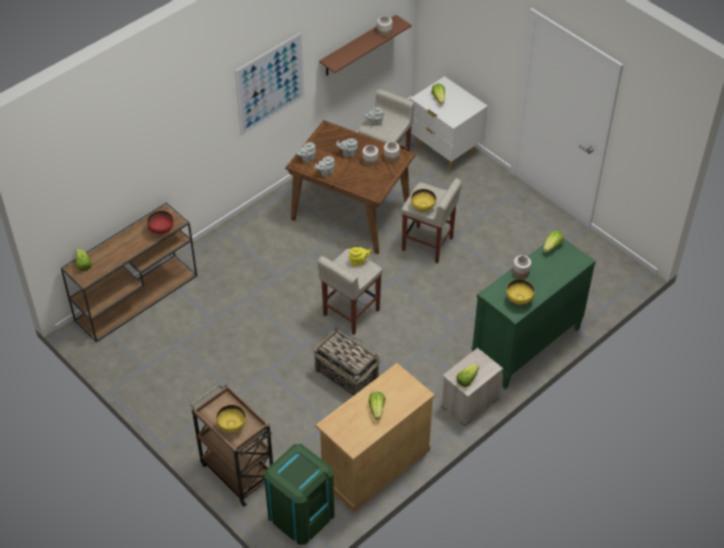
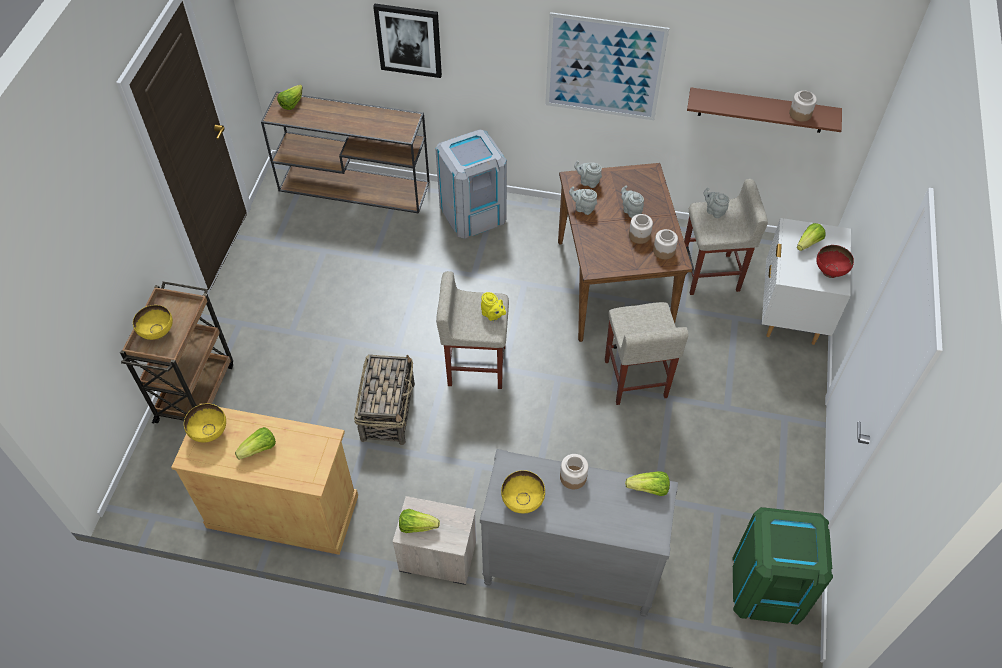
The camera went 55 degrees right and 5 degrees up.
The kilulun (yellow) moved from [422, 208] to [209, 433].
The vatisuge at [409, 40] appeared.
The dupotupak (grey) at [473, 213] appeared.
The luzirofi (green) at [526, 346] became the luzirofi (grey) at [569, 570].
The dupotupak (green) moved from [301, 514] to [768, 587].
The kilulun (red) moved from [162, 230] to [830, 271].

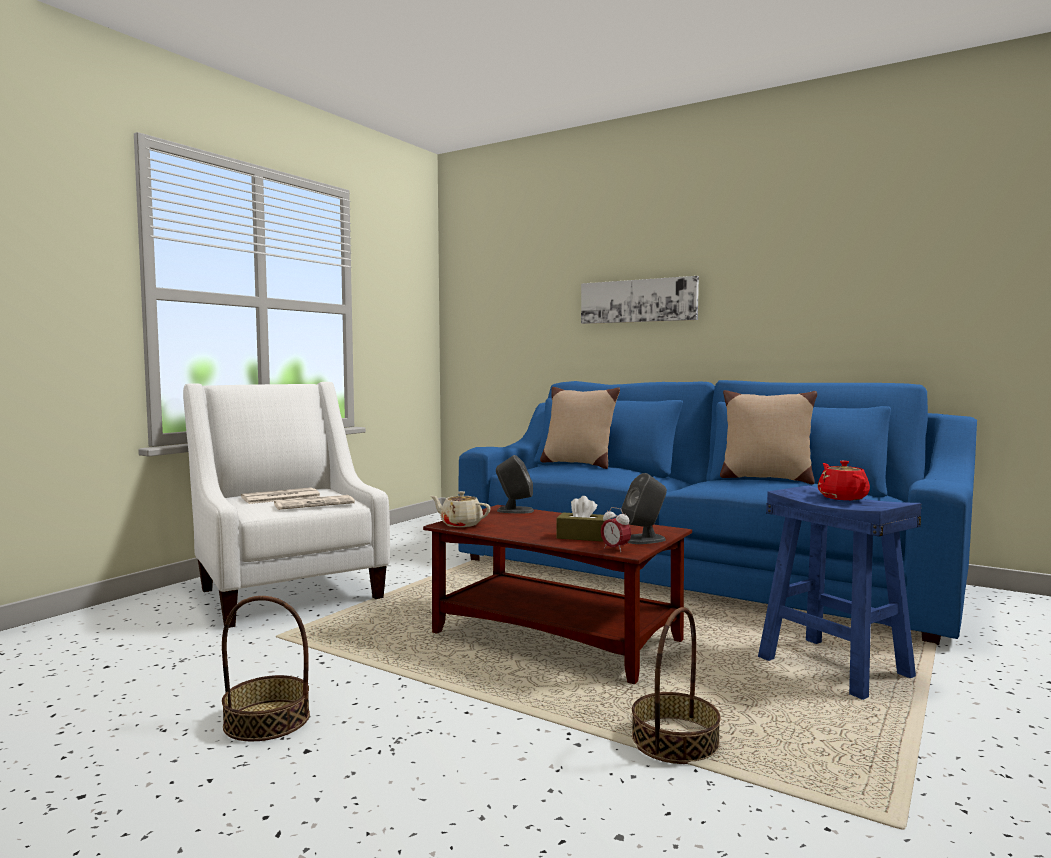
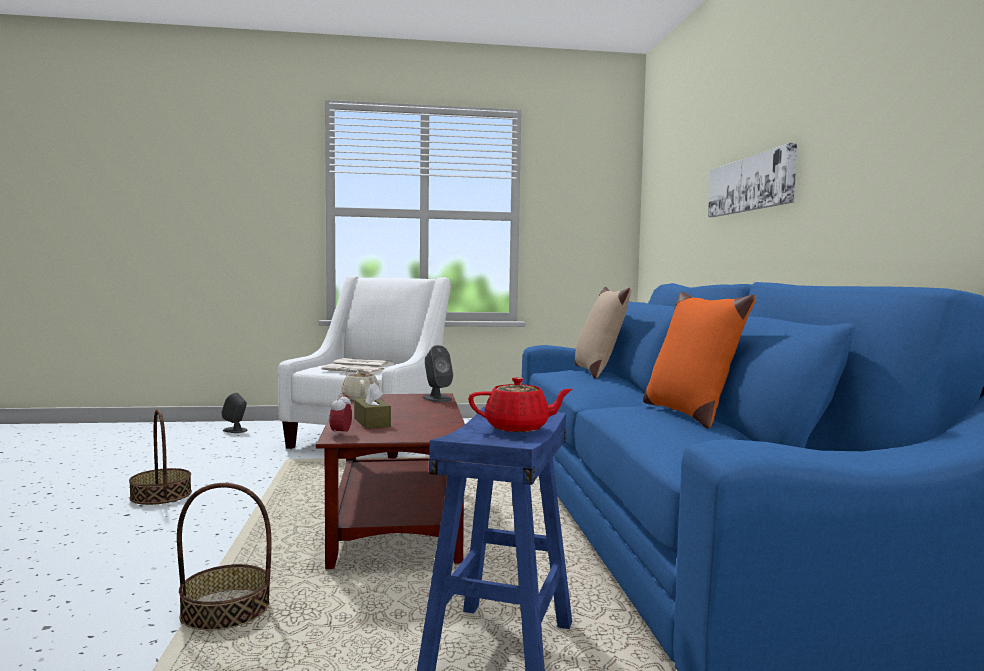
The camera went 50 degrees right and 0 degrees up.
The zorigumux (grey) moved from [644, 539] to [235, 430].
The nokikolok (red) at [842, 497] turned 45 degrees clockwise.
The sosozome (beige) at [765, 479] became the sosozome (orange) at [689, 414].

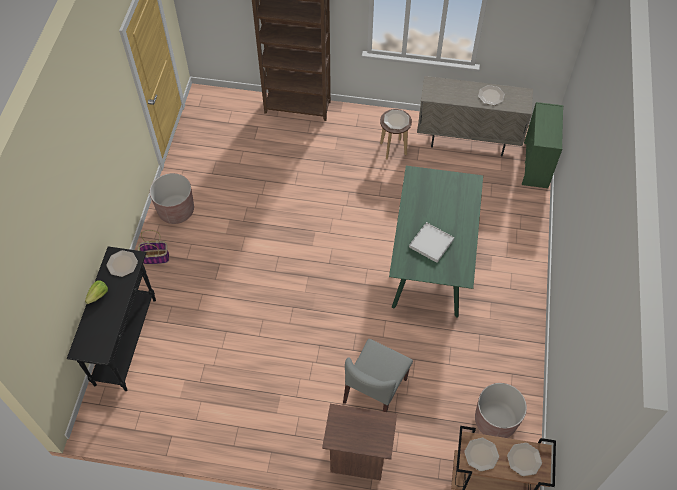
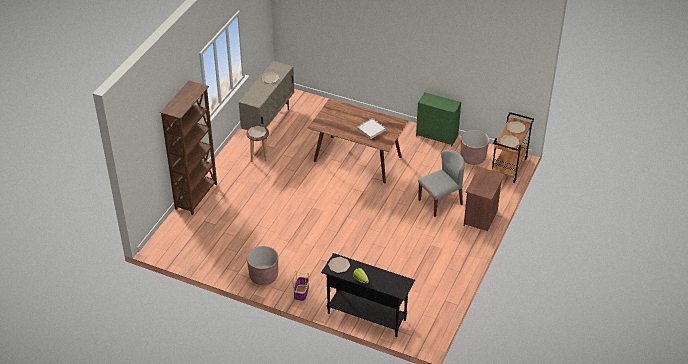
The camera went 75 degrees left and 15 degrees down.
The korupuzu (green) at [431, 262] became the korupuzu (brown) at [358, 159].
The luzirofi (green) moved from [536, 165] to [437, 136].
The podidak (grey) at [375, 391] turned 75 degrees counterclockwise.

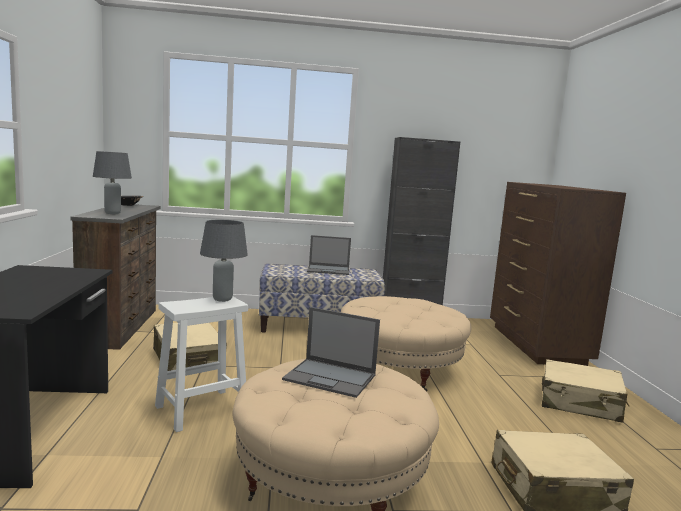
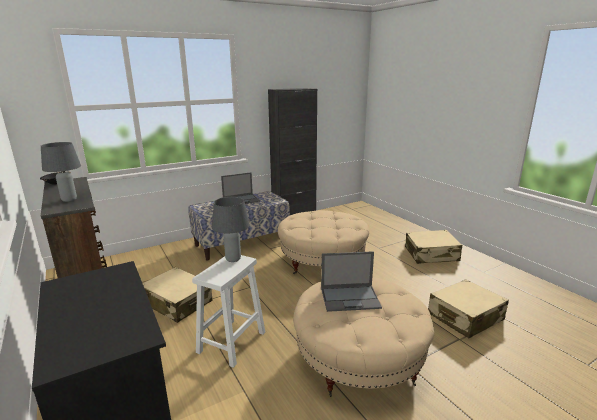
The camera went 25 degrees left and 10 degrees up.
The luzirofi (brown) at [536, 345] disappeared.

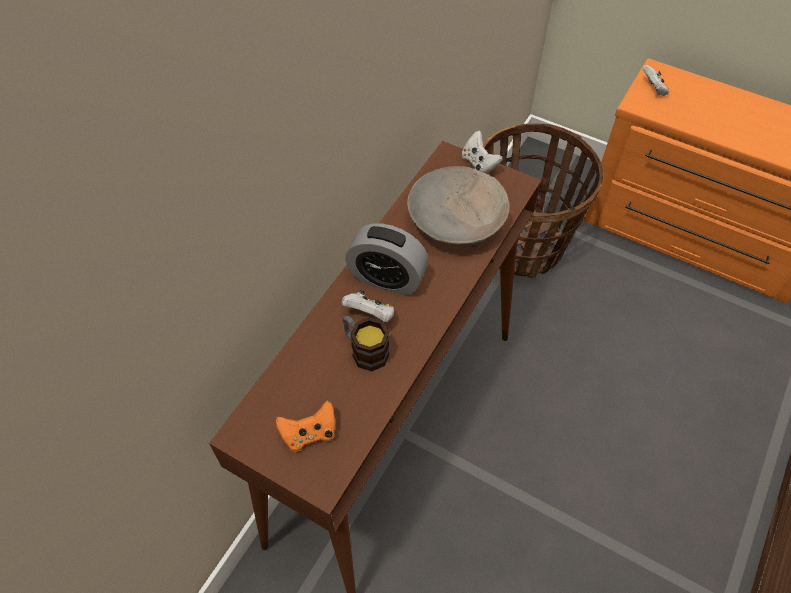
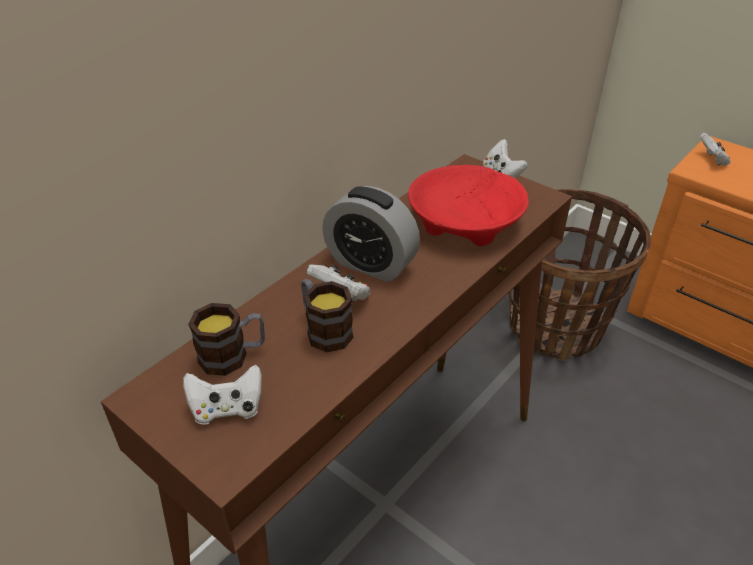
The camera went 10 degrees right and 15 degrees down.
The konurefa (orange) at [309, 434] became the konurefa (white) at [227, 409].
The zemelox at [233, 356] appeared.
The kilulun (beige) at [455, 221] became the kilulun (red) at [464, 221].

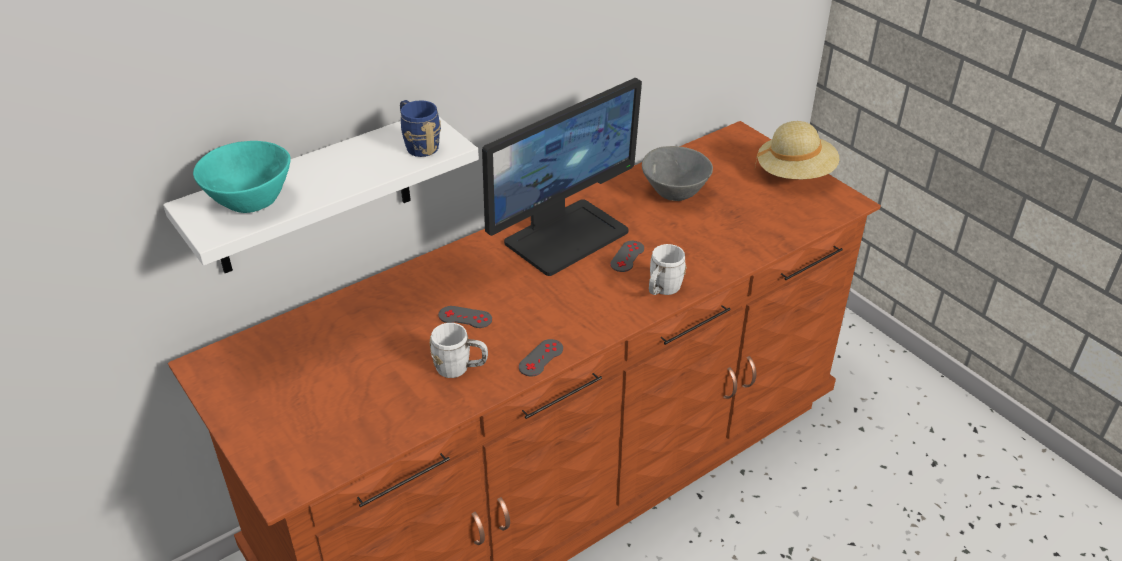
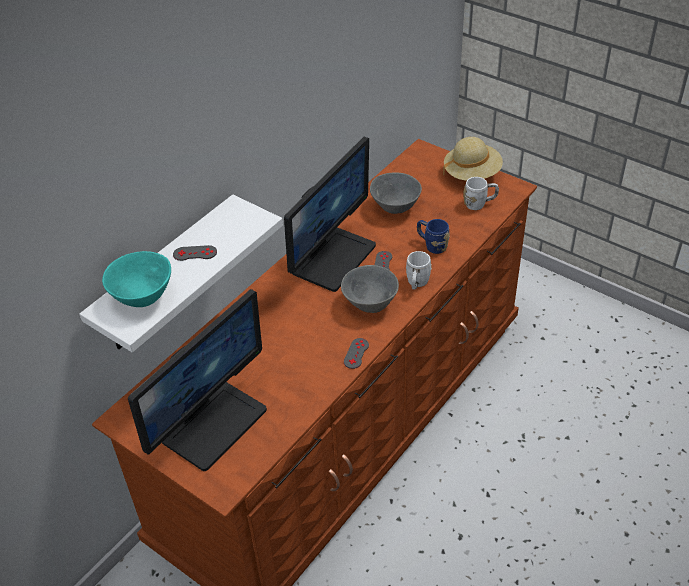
The camera went 15 degrees left and 5 degrees up.
The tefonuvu at [213, 423] appeared.
The konurefa (grey) moved from [465, 317] to [195, 253].
The kilulun (grey) at [370, 302] appeared.
The zemelox (blue) moved from [418, 145] to [432, 245].
The zemelox (white) moved from [460, 368] to [479, 204].

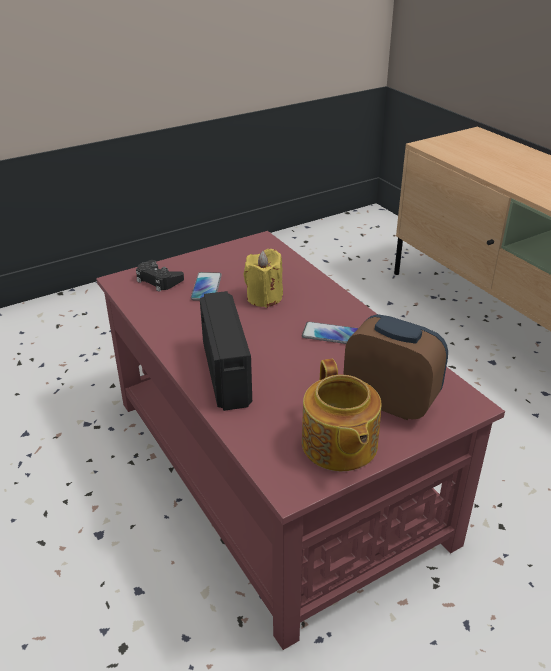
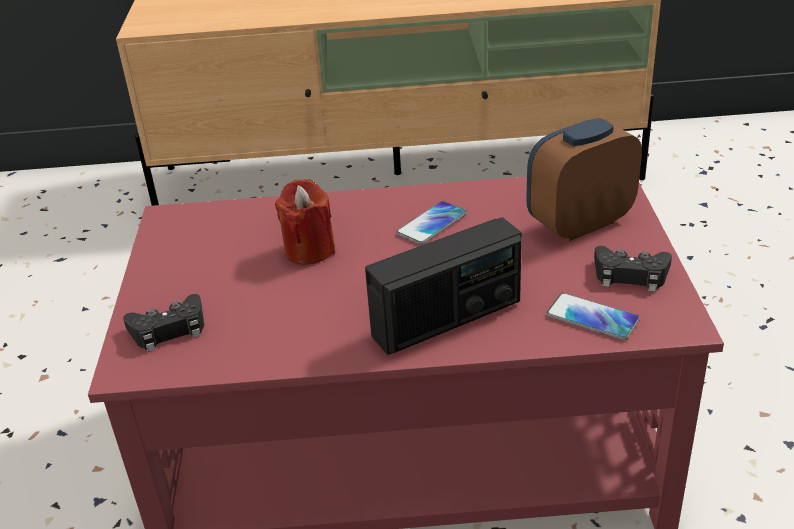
The camera went 60 degrees left and 0 degrees up.
The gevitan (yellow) at [264, 298] became the gevitan (red) at [309, 250].
The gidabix at [227, 372] turned 135 degrees clockwise.
The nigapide moved from [206, 287] to [592, 318].
The nokikolok at [339, 445] was replaced by the konurefa (black) at [630, 275].

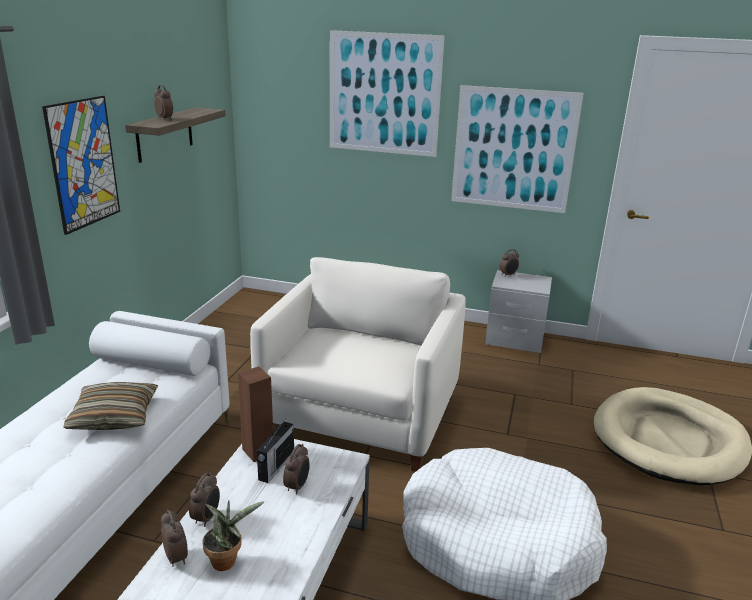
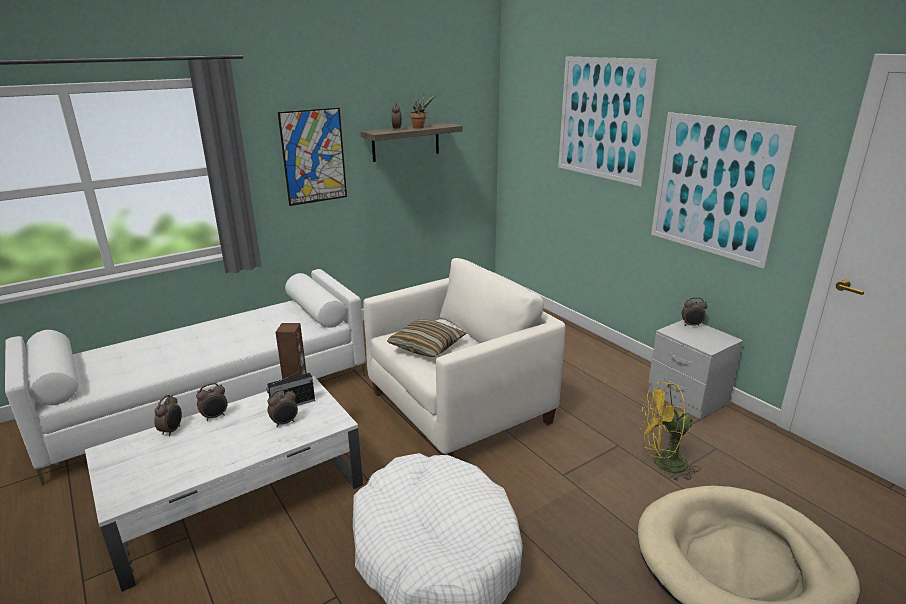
The camera went 40 degrees right and 0 degrees up.
The sosozome moved from [114, 416] to [427, 346].
The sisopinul moved from [227, 560] to [420, 127].
The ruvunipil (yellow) at [662, 463] appeared.

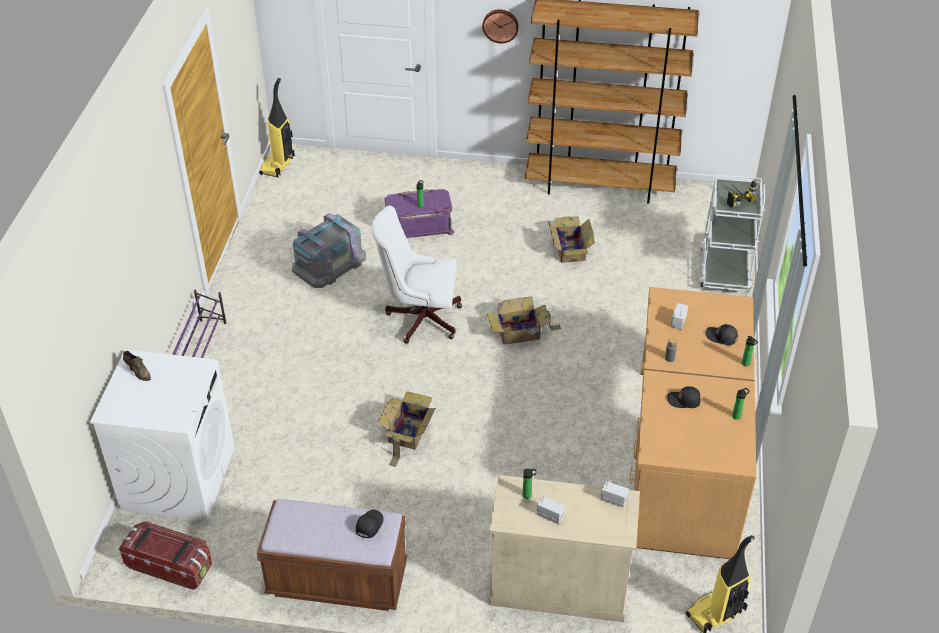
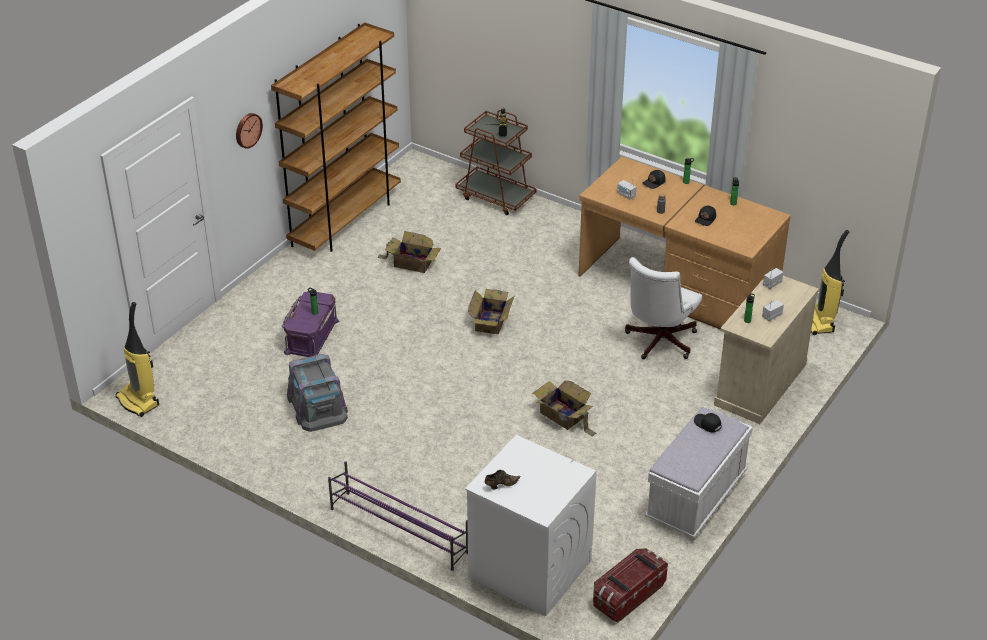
The camera went 65 degrees left and 5 degrees down.
The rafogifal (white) at [724, 269] became the rafogifal (brown) at [496, 197].
The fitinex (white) moved from [419, 317] to [658, 342].
The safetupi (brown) at [337, 580] became the safetupi (white) at [696, 498].

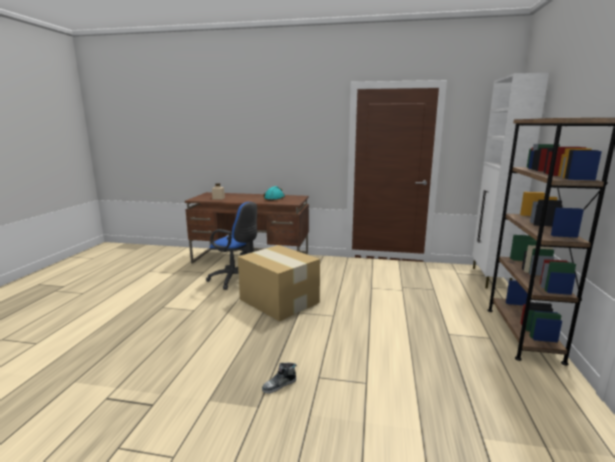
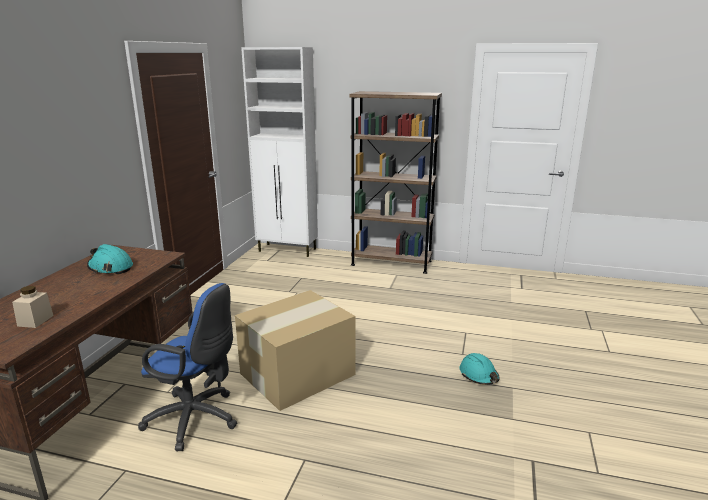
The camera went 85 degrees left and 5 degrees up.
The fitinex (blue) at [236, 280] turned 75 degrees clockwise.
The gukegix at [279, 385] was replaced by the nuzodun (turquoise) at [479, 375].

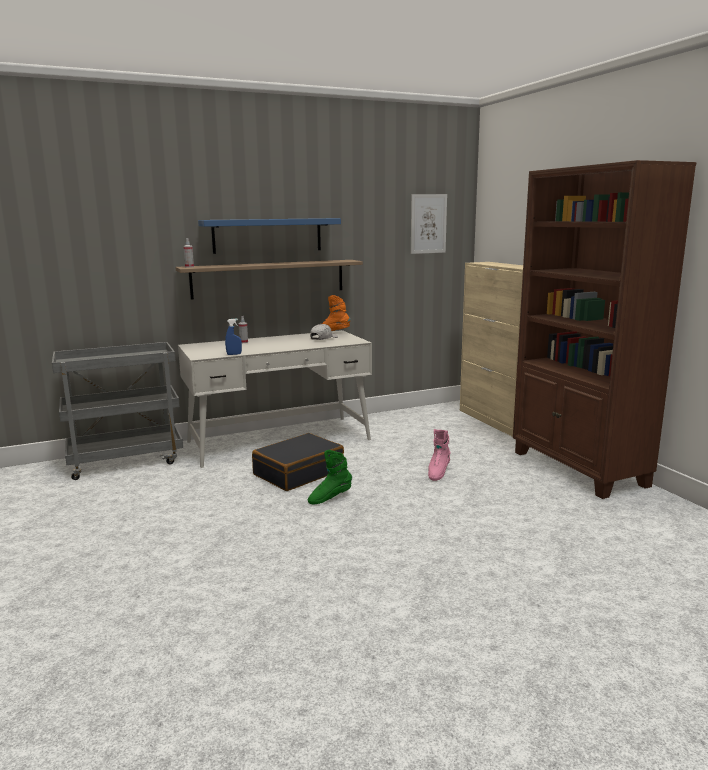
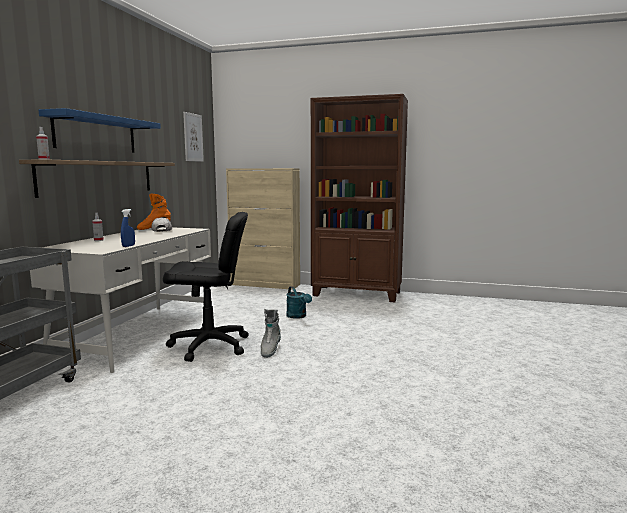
The camera went 50 degrees left and 5 degrees down.
The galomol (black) at [298, 472] was replaced by the fitinex (black) at [209, 346].
The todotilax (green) at [330, 498] became the todotilax (grey) at [270, 350].
The todotilax (pink) at [438, 472] was replaced by the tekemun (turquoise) at [298, 316].

